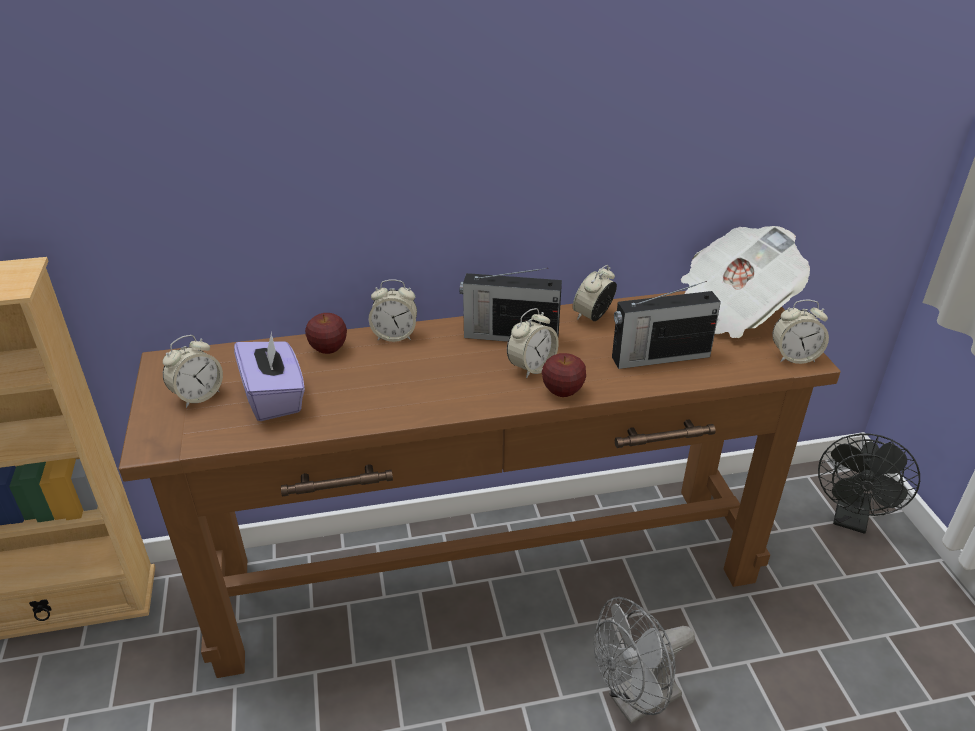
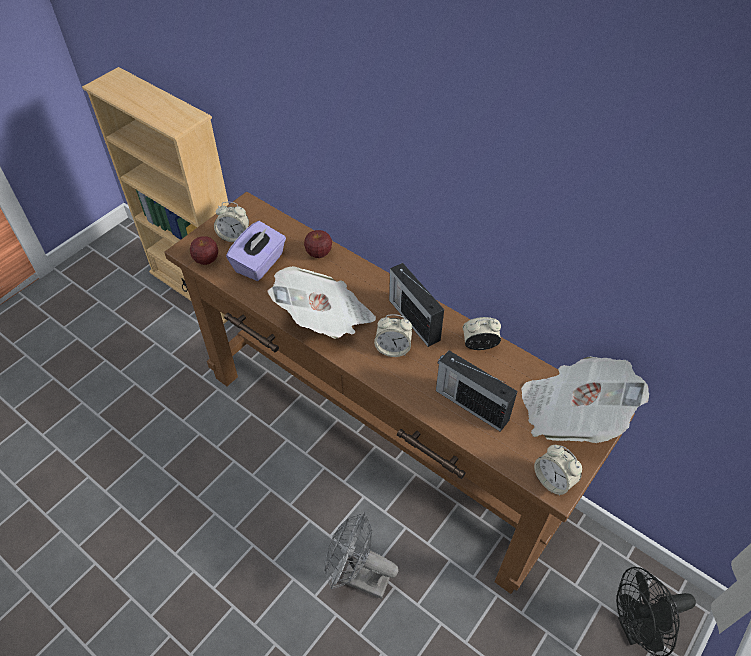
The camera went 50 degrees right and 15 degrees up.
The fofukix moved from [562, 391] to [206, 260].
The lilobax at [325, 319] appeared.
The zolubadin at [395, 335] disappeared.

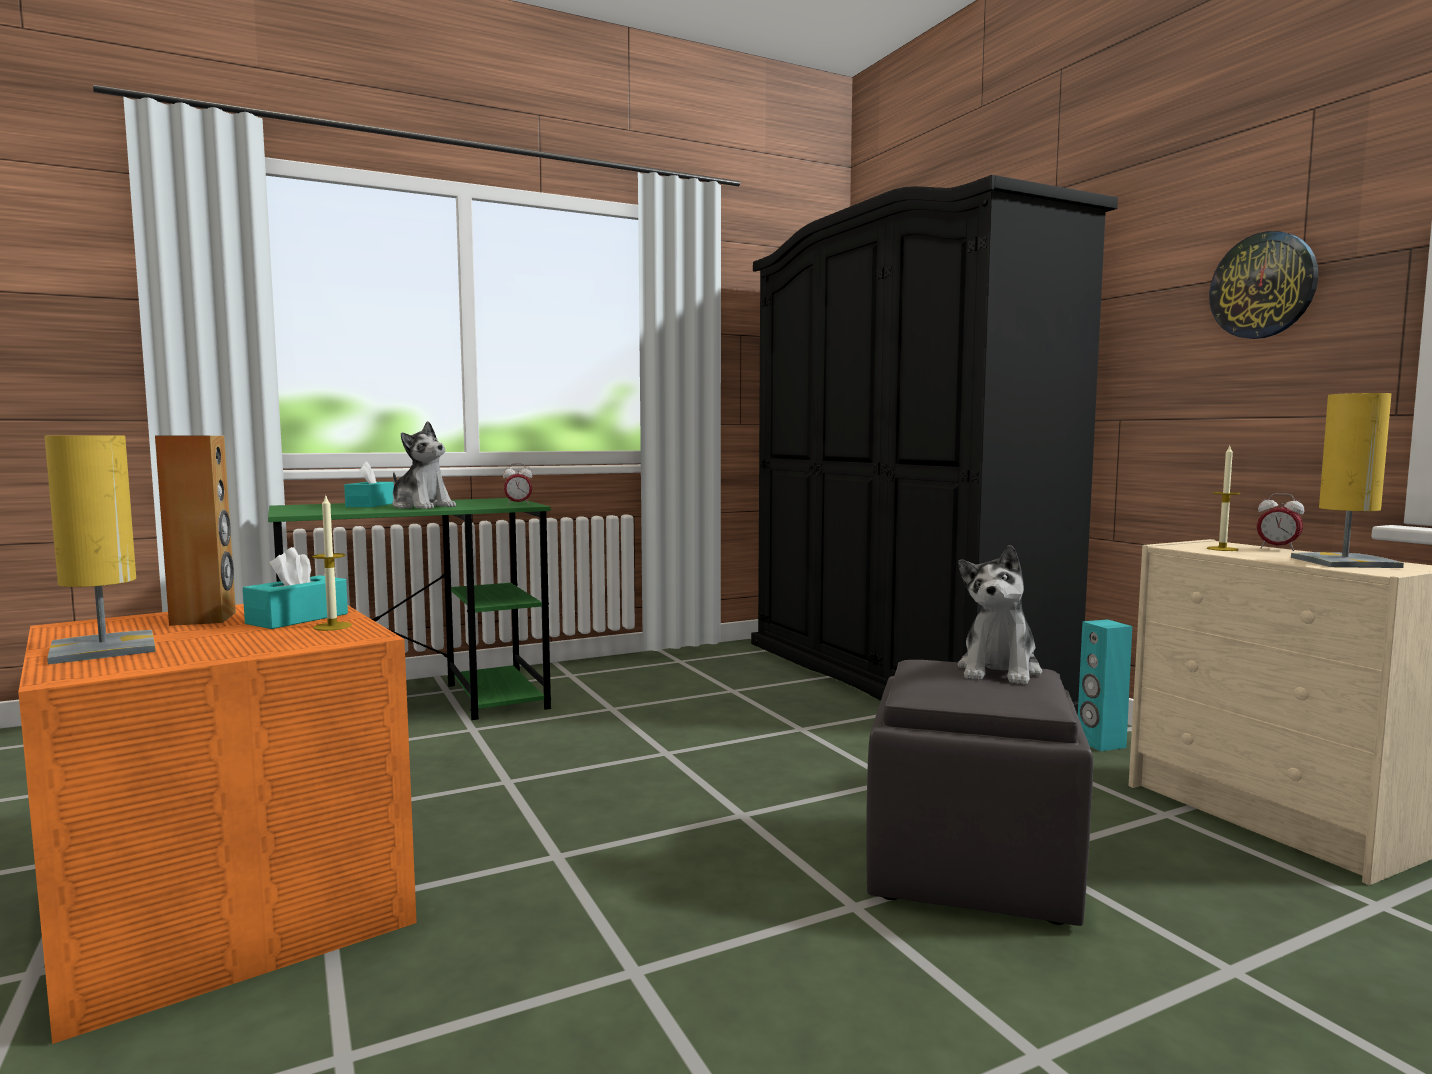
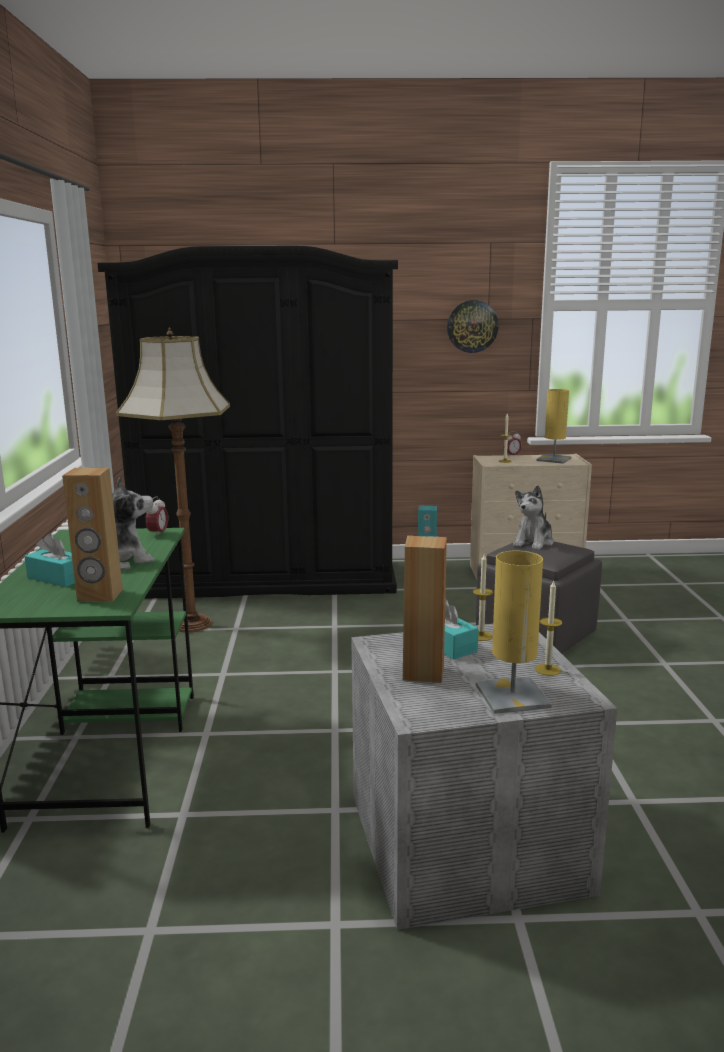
The camera went 65 degrees left and 10 degrees up.
The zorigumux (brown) at [100, 596] appeared.
The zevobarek at [191, 624] appeared.
The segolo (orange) at [224, 906] became the segolo (grey) at [464, 845].
The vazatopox at [999, 671] turned 75 degrees clockwise.
The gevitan at [547, 669] appeared.

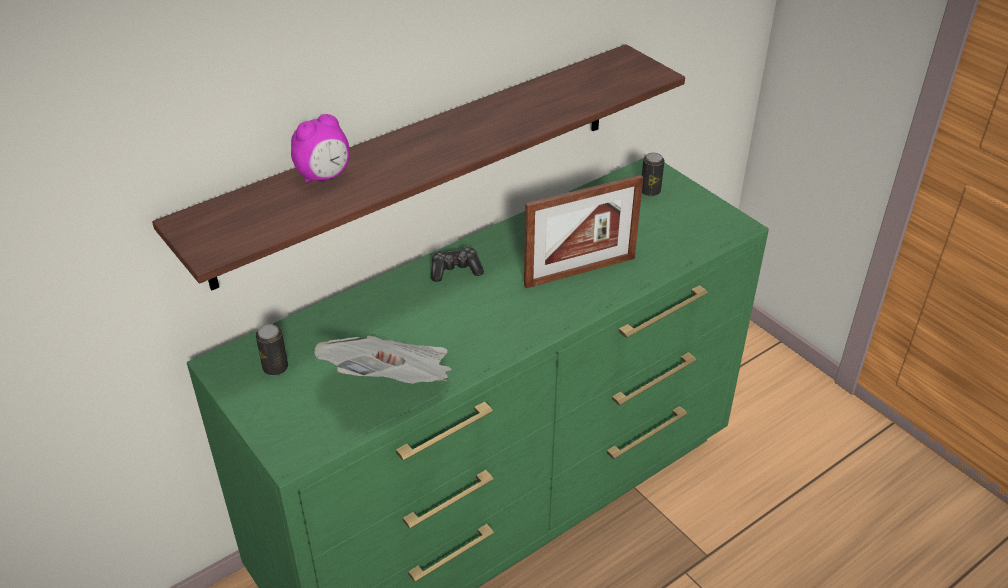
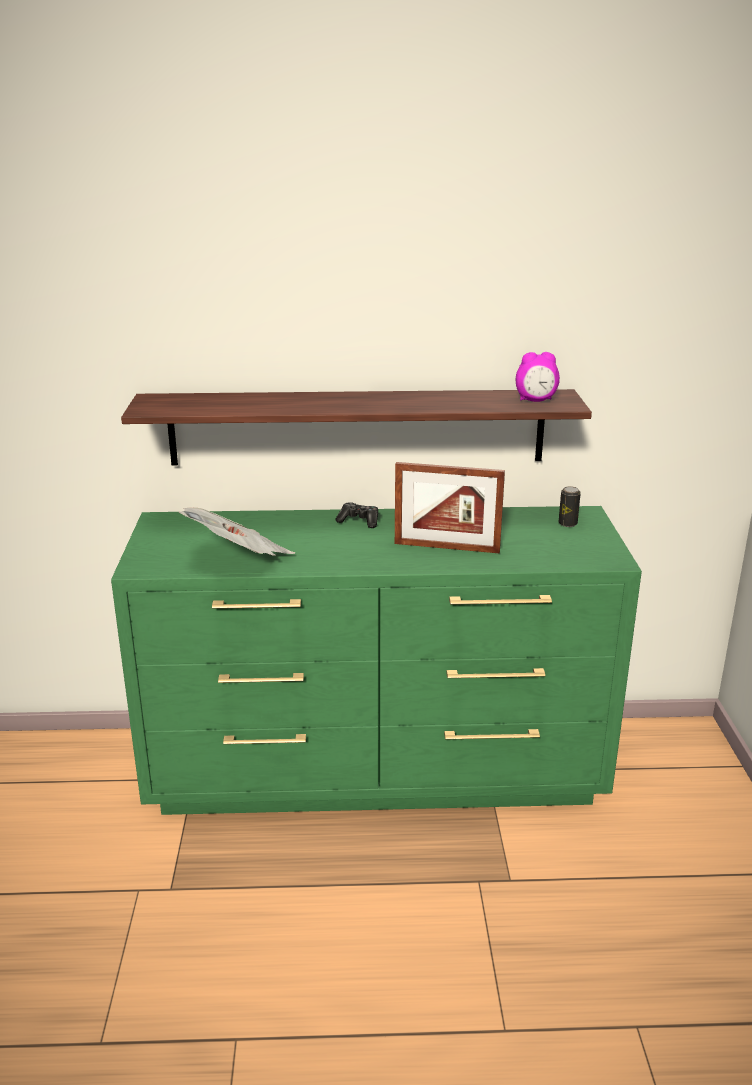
The camera went 35 degrees right and 15 degrees down.
The zolubadin moved from [324, 176] to [536, 400].
The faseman at [275, 368] disappeared.

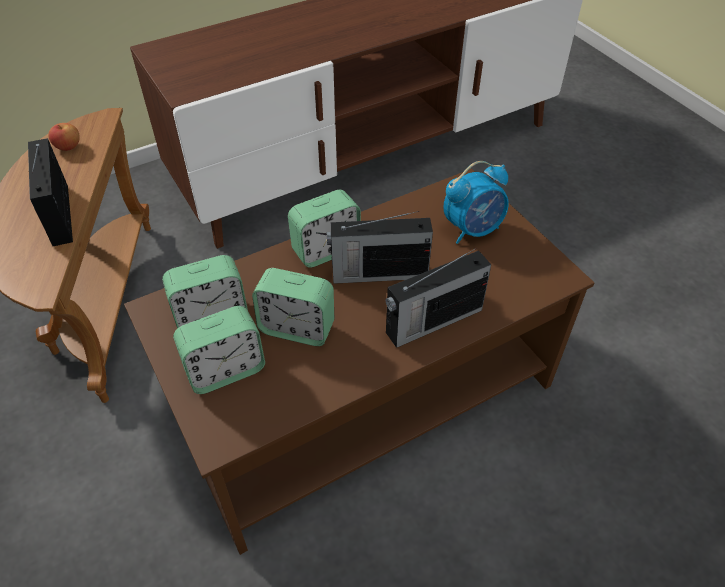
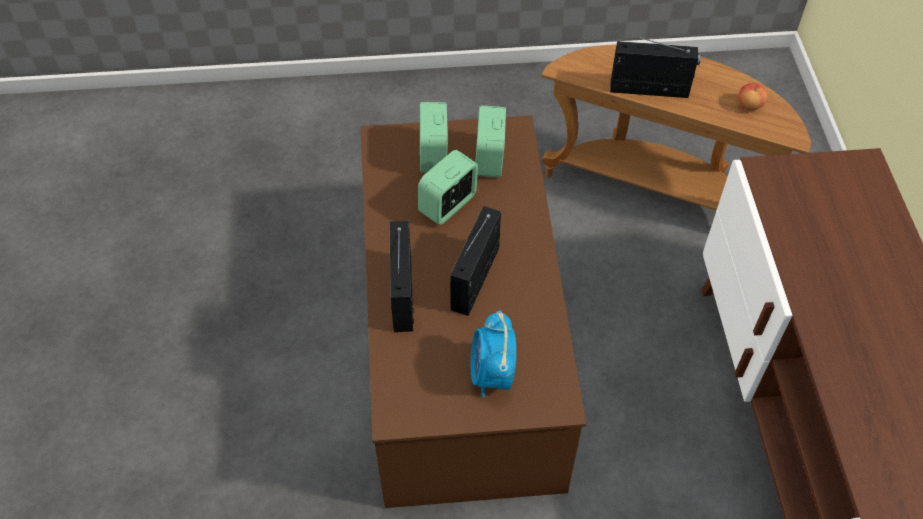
The camera went 115 degrees right and 5 degrees up.
The zolubadin at [326, 250] disappeared.

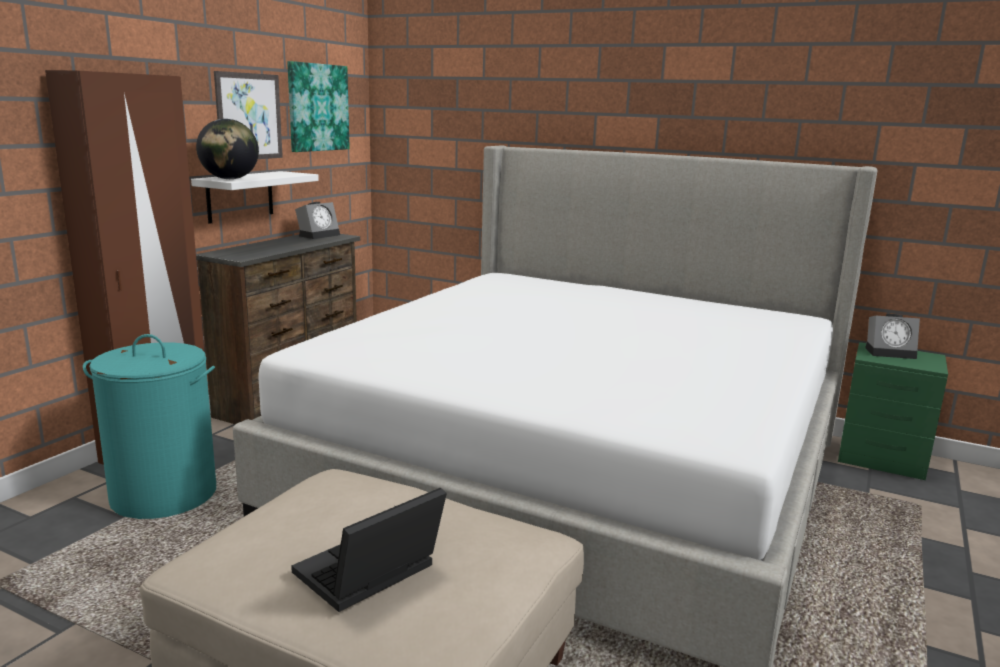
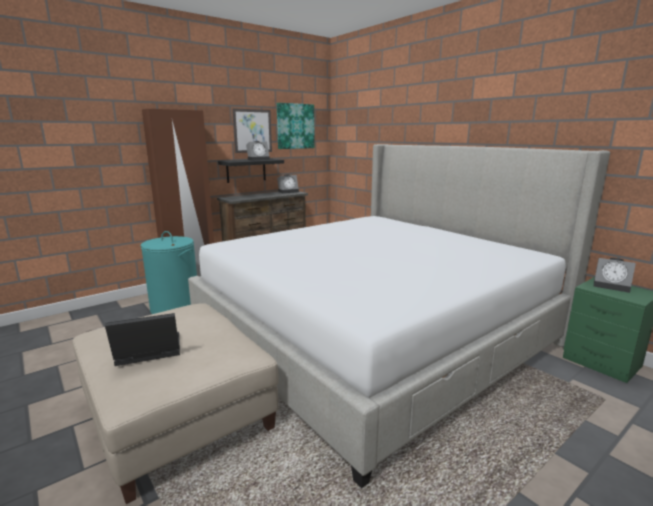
The camera went 25 degrees right and 0 degrees up.
The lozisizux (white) at [240, 196] became the lozisizux (black) at [246, 170].
The zolubadin at [259, 159] appeared.
The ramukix at [230, 179] disappeared.

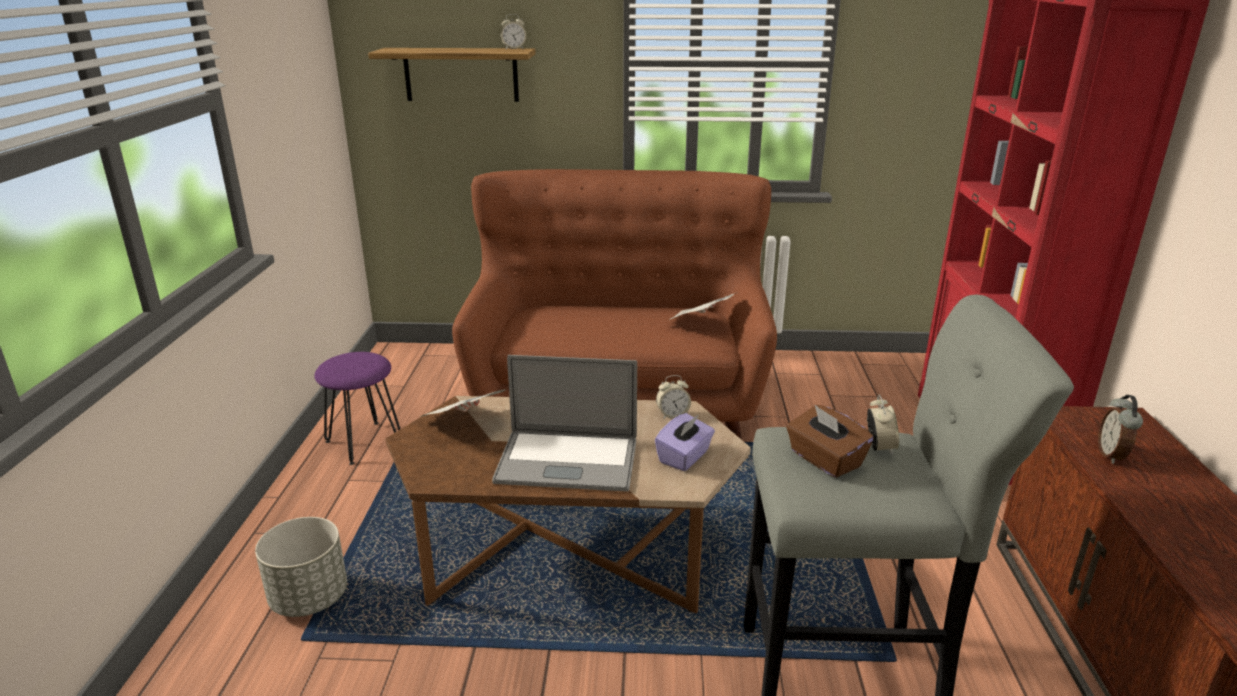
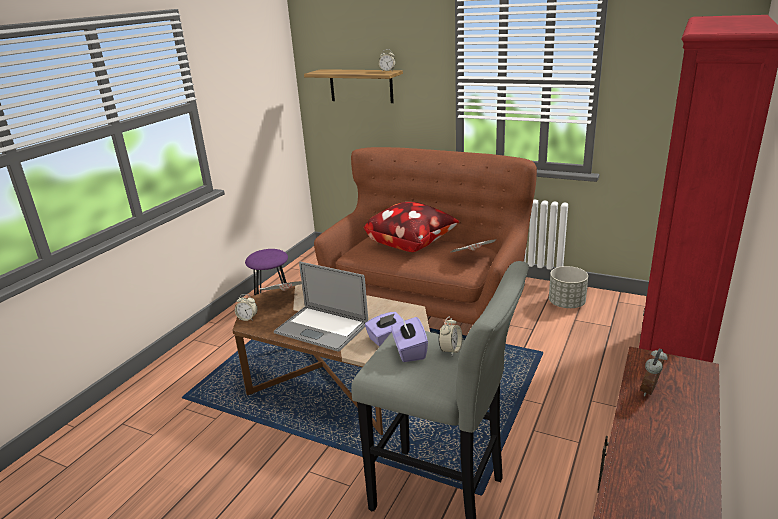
The camera went 25 degrees right and 0 degrees up.
The zolubadin moved from [672, 415] to [247, 318].
The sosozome at [411, 244] appeared.
The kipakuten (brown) at [824, 460] became the kipakuten (purple) at [409, 351].
The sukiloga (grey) moved from [310, 598] to [566, 304].

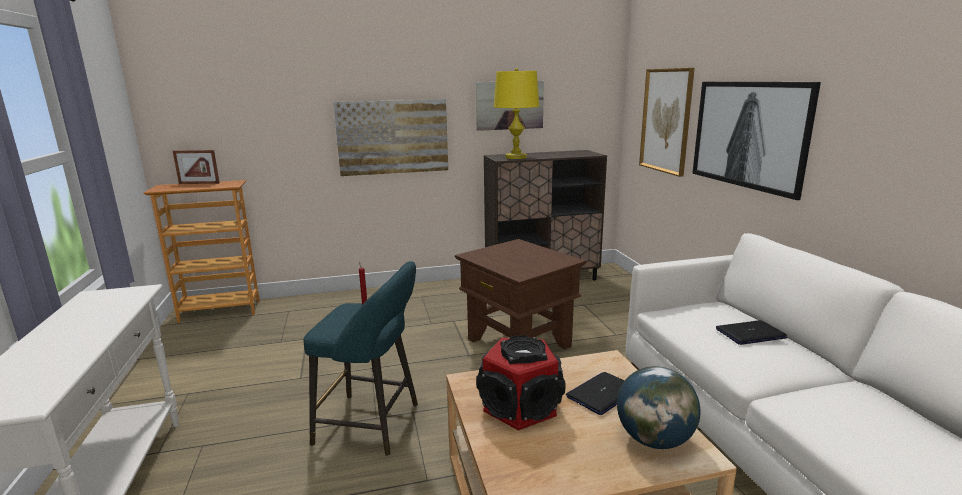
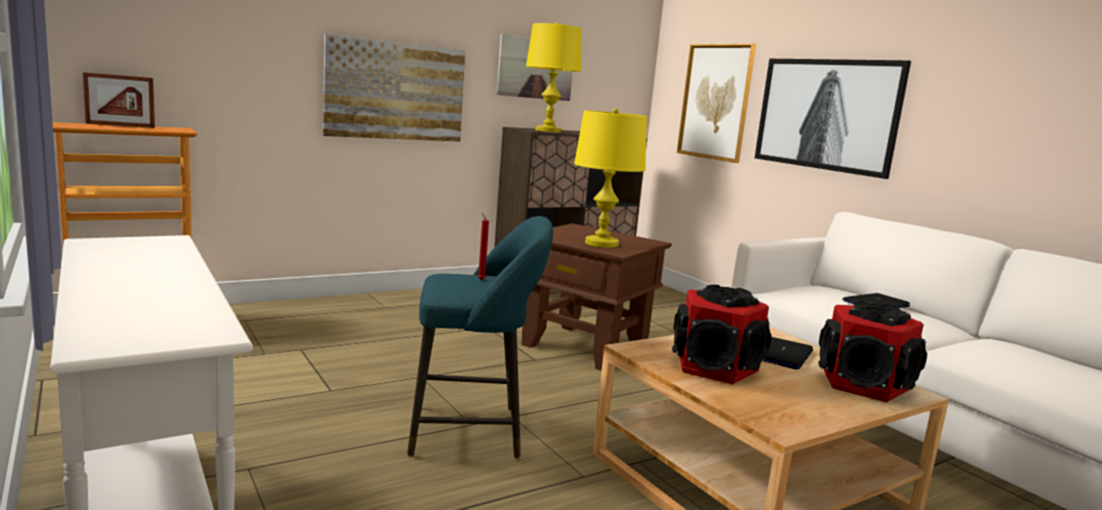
The camera went 20 degrees left and 5 degrees down.
The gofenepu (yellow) at [601, 243] appeared.
The ramukix at [653, 439] was replaced by the zorigumux at [863, 384].

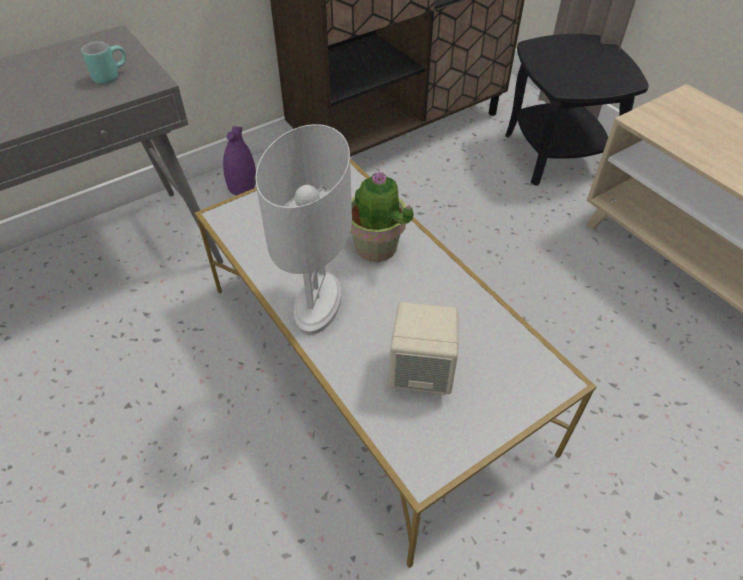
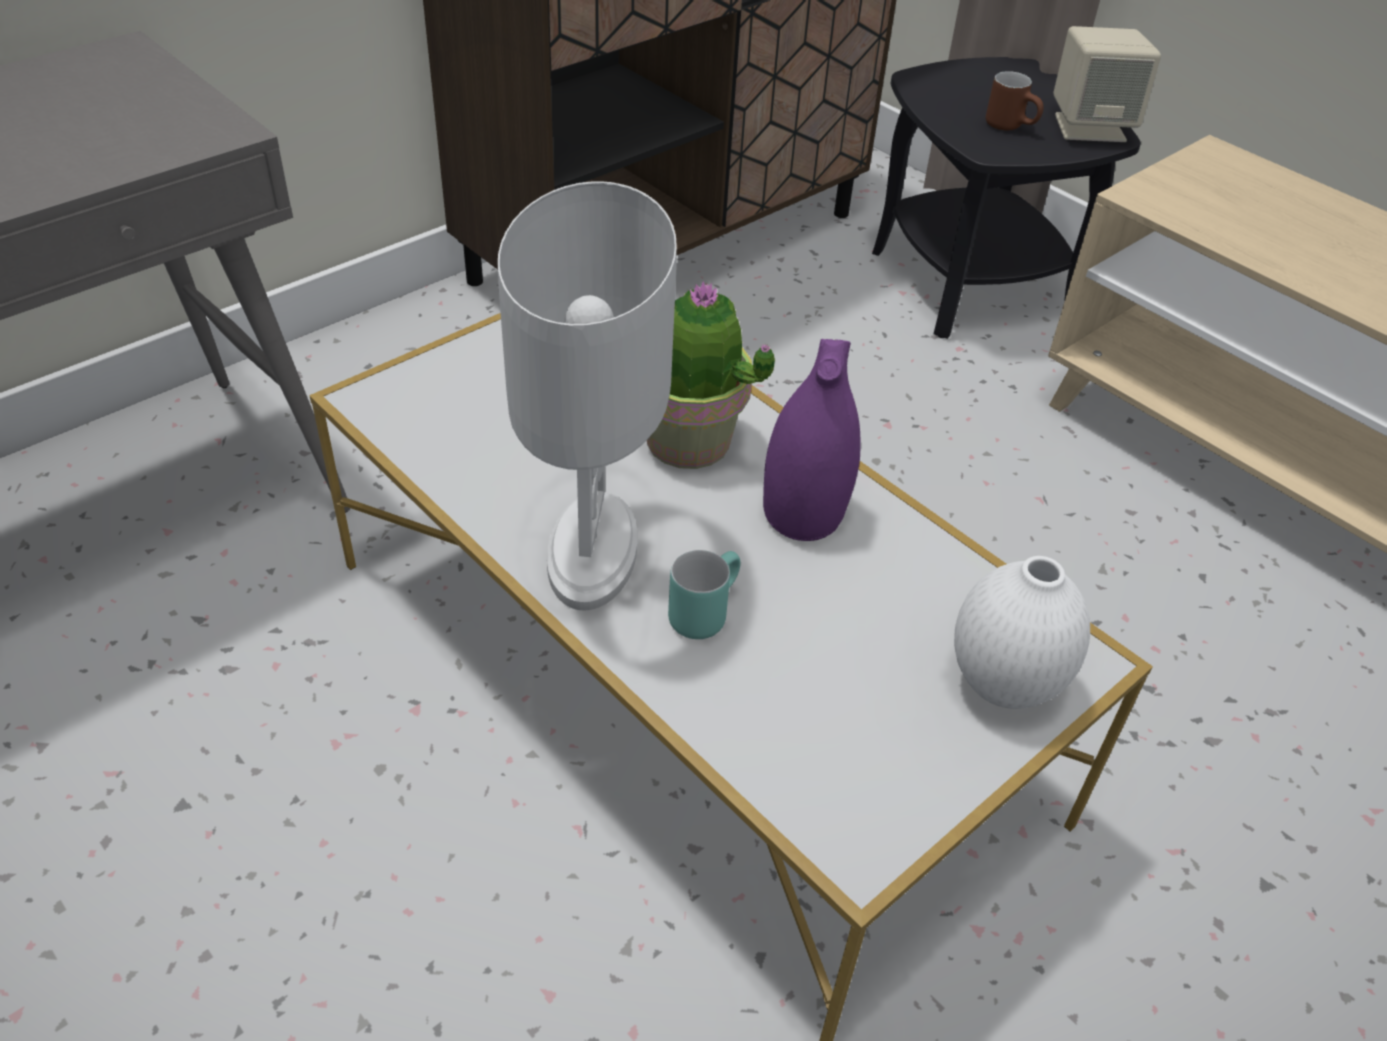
The camera went 10 degrees left and 5 degrees down.
The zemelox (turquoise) moved from [110, 75] to [702, 611].
The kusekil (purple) moved from [243, 187] to [804, 513].
The kusekil (white) at [1004, 685] appeared.
The zemelox (brown) at [1011, 126] appeared.
The zorigumux (beige) moved from [421, 372] to [1089, 127].

